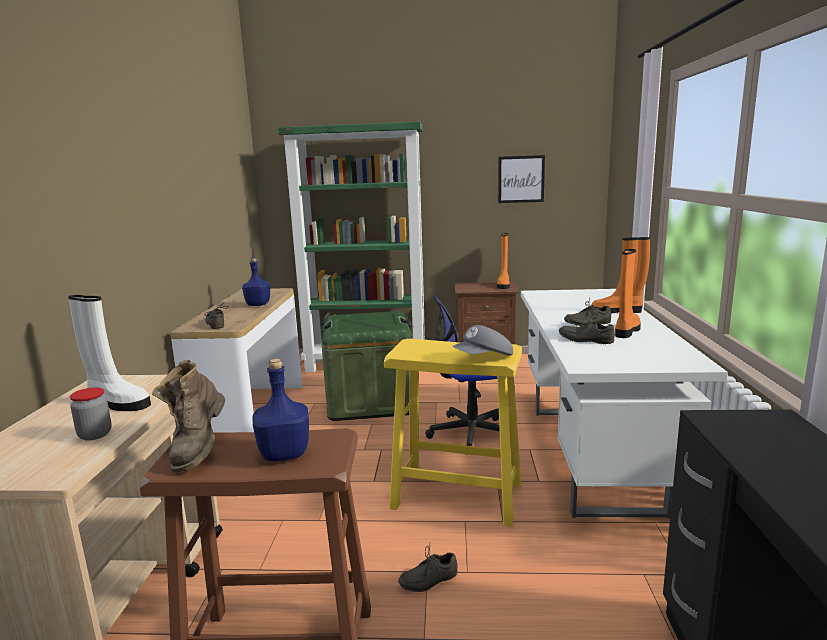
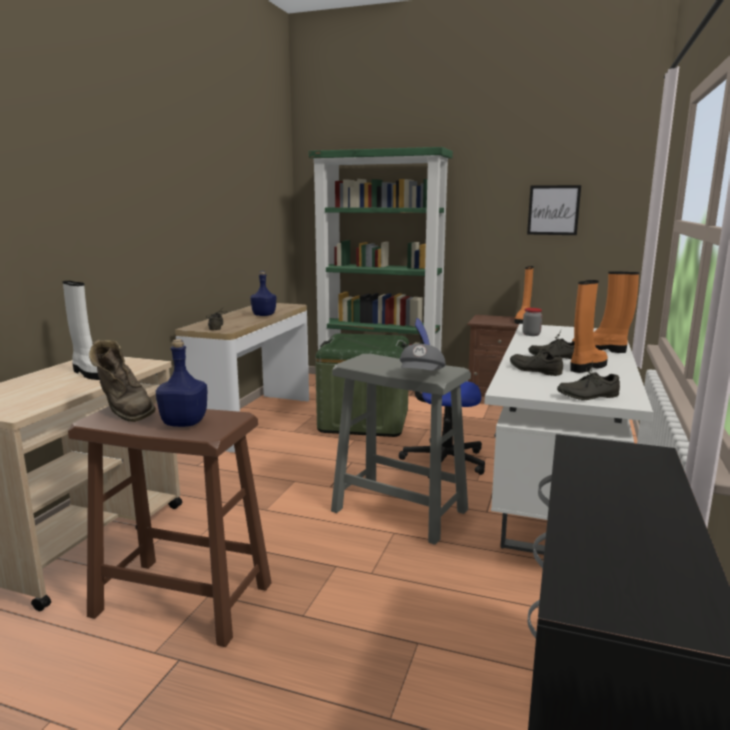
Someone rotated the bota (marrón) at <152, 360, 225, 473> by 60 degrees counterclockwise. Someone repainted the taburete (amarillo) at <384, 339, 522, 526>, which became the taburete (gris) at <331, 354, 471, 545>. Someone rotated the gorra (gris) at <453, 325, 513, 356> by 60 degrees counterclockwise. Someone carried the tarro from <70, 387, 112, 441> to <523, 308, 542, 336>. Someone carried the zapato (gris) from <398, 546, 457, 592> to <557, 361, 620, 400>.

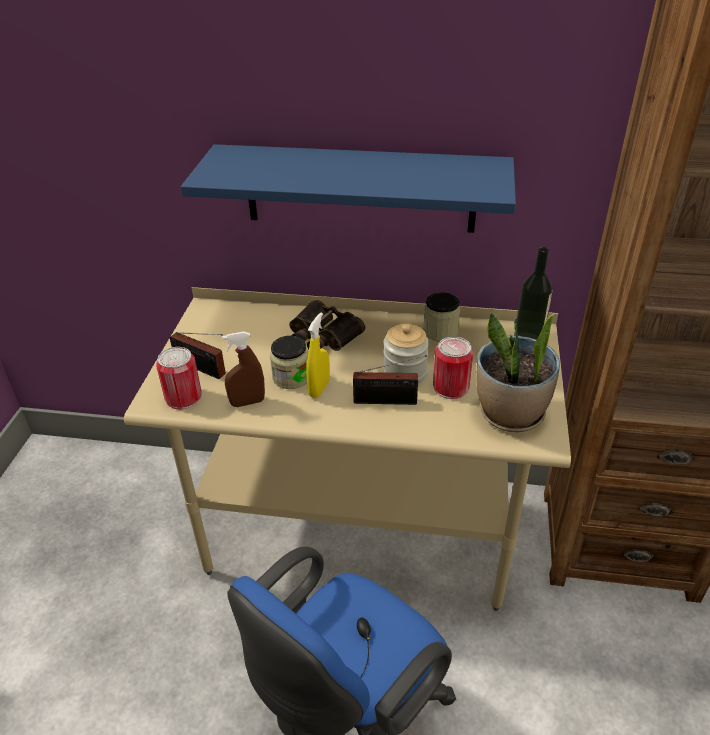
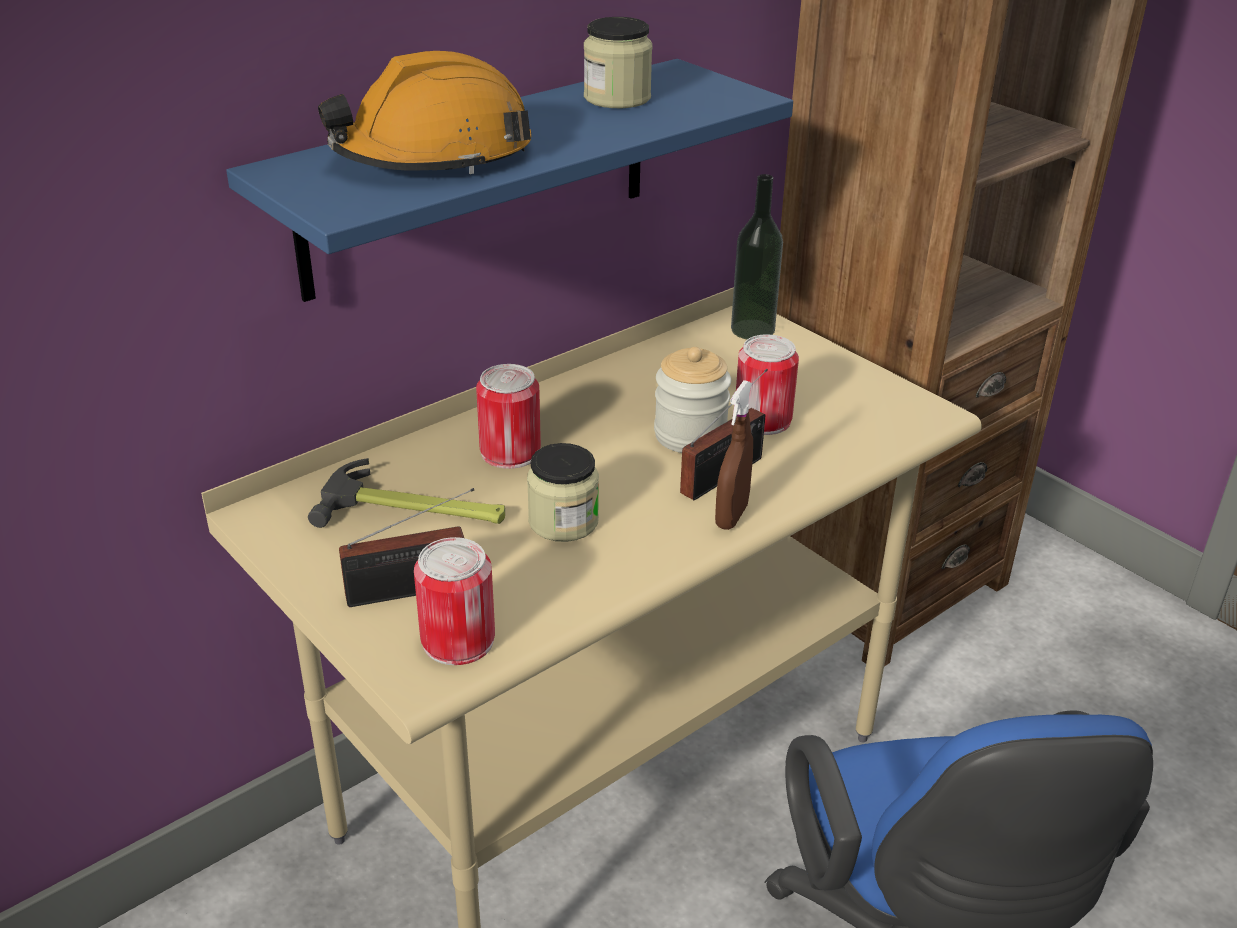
Someone put down the martillo at <308, 458, 505, 528>. Someone put down the casco (naranja) at <318, 51, 531, 174>. Someone swapped the prismáticos at <289, 300, 366, 351> for the lata at <476, 364, 541, 469>. Someone carried the tarro from <423, 292, 460, 341> to <584, 17, 653, 108>. Someone carried the pulverizador (marrón) from <222, 331, 265, 407> to <715, 380, 753, 530>. Someone took away the pulverizador (amarillo) at <306, 312, 330, 398>. Someone took away the planta en maceta at <476, 313, 560, 432>.

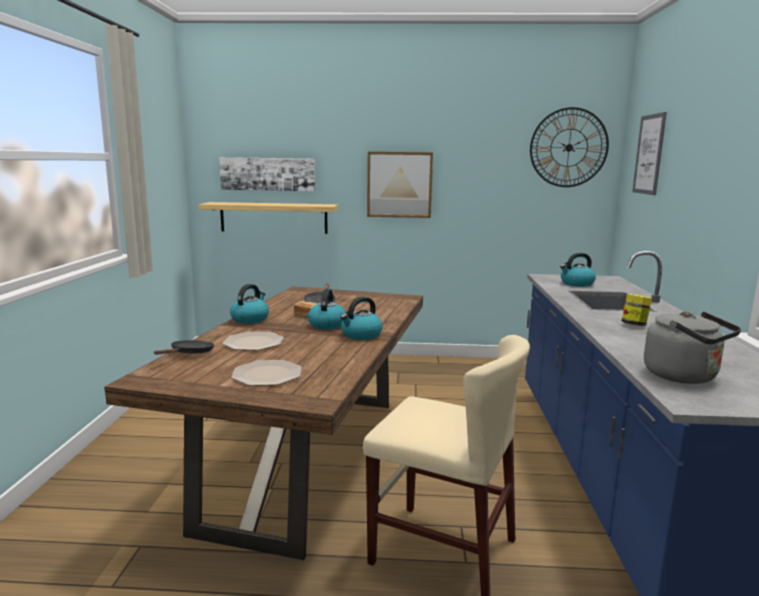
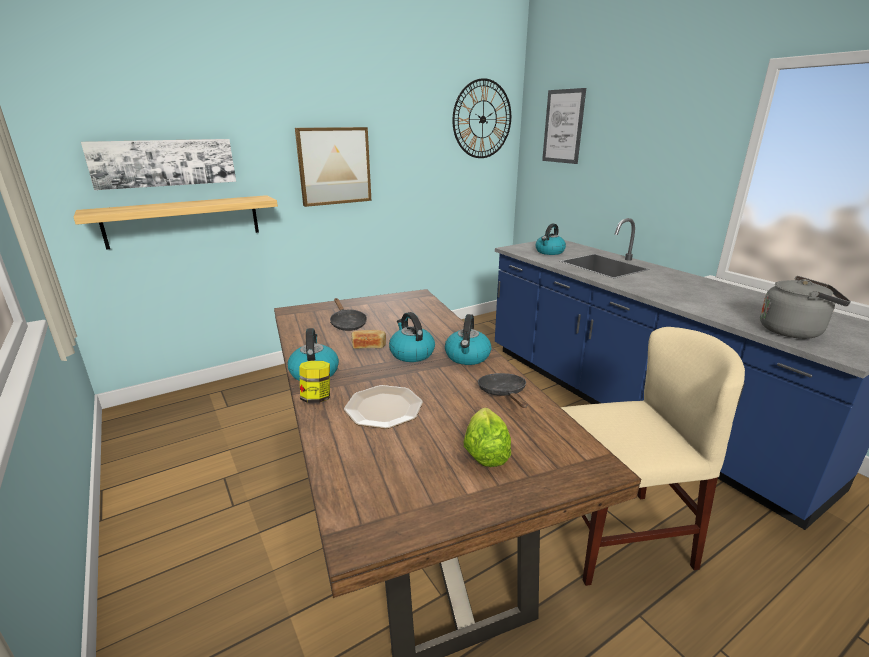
Someone carried the tarro from <621, 294, 652, 326> to <299, 361, 330, 403>. Someone swapped the plato at <231, 360, 302, 386> for the lechuga at <464, 408, 511, 467>. Someone carried the sartén (negro) from <154, 340, 214, 355> to <478, 373, 527, 408>.

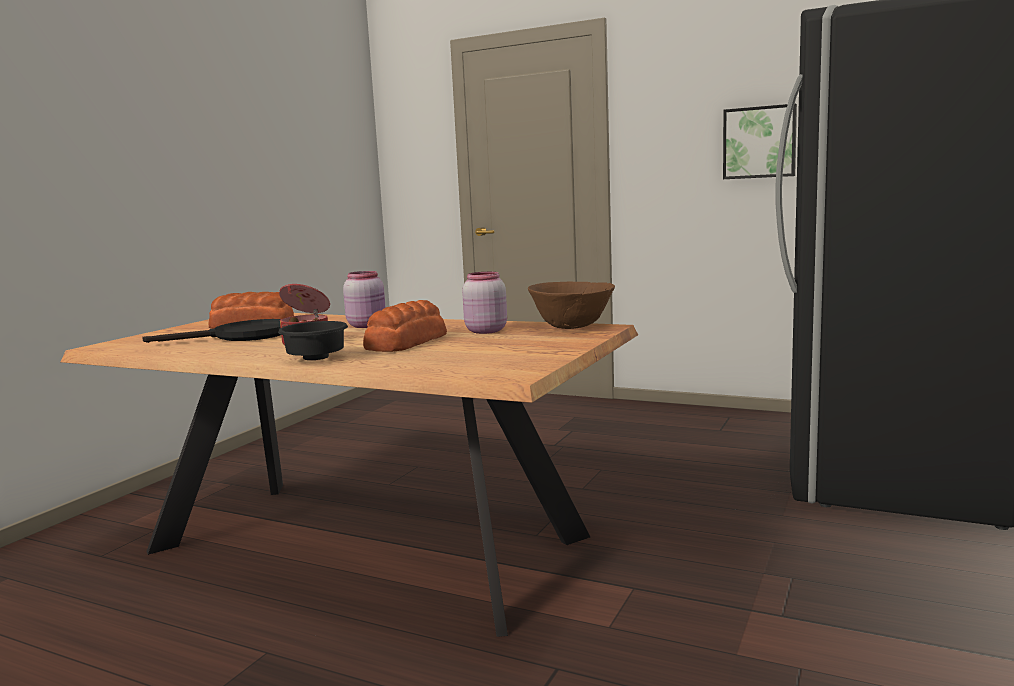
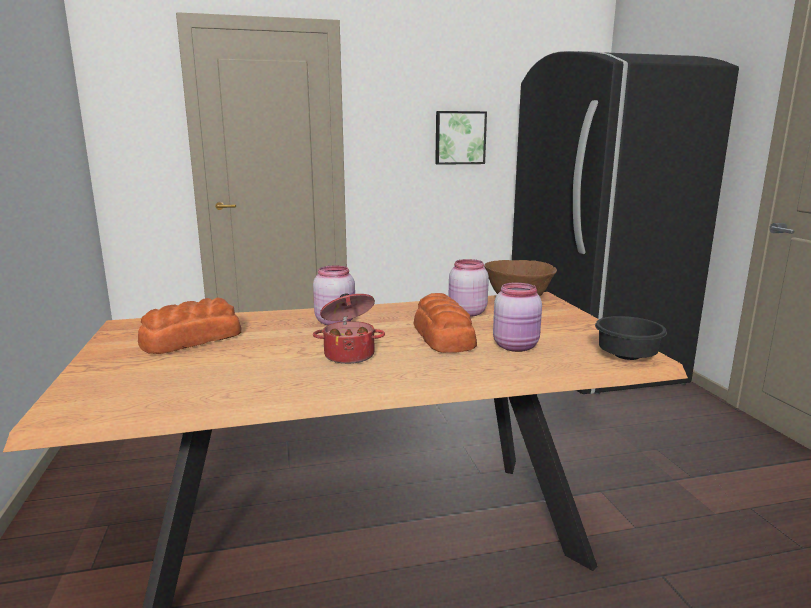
Someone put down the tarro (rosa) at <493, 282, 542, 352>. Someone carried the cuenco (negro) from <278, 321, 348, 360> to <595, 316, 667, 360>. Someone took away the sartén (negro) at <142, 319, 281, 343>.

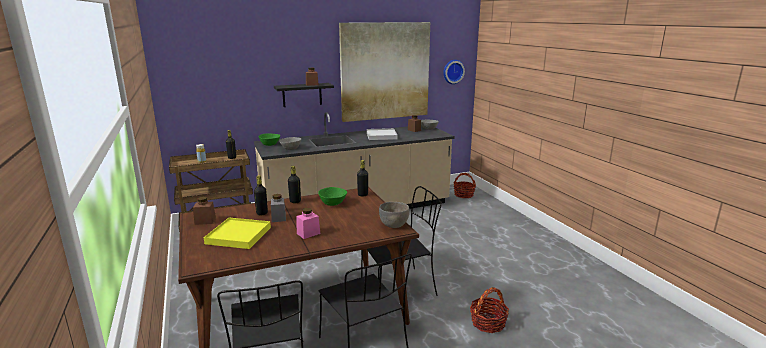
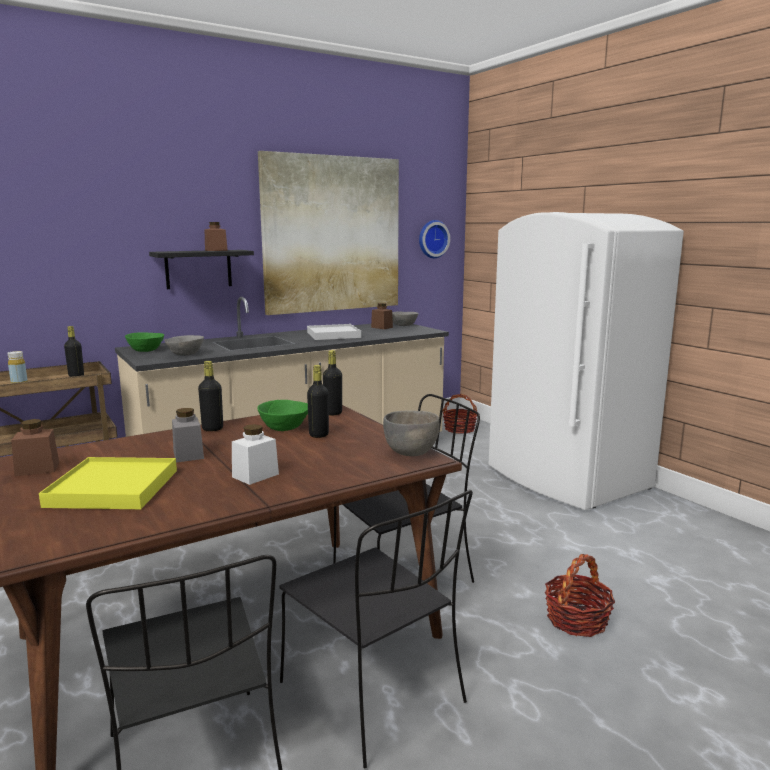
Someone repainted the tarro (rosa) at <296, 208, 320, 239>, which became the tarro (blanco) at <232, 424, 279, 485>. Someone carried the botella (negro) from <254, 175, 268, 215> to <307, 365, 329, 438>. Someone put down the nevera (blanco) at <489, 212, 684, 510>.

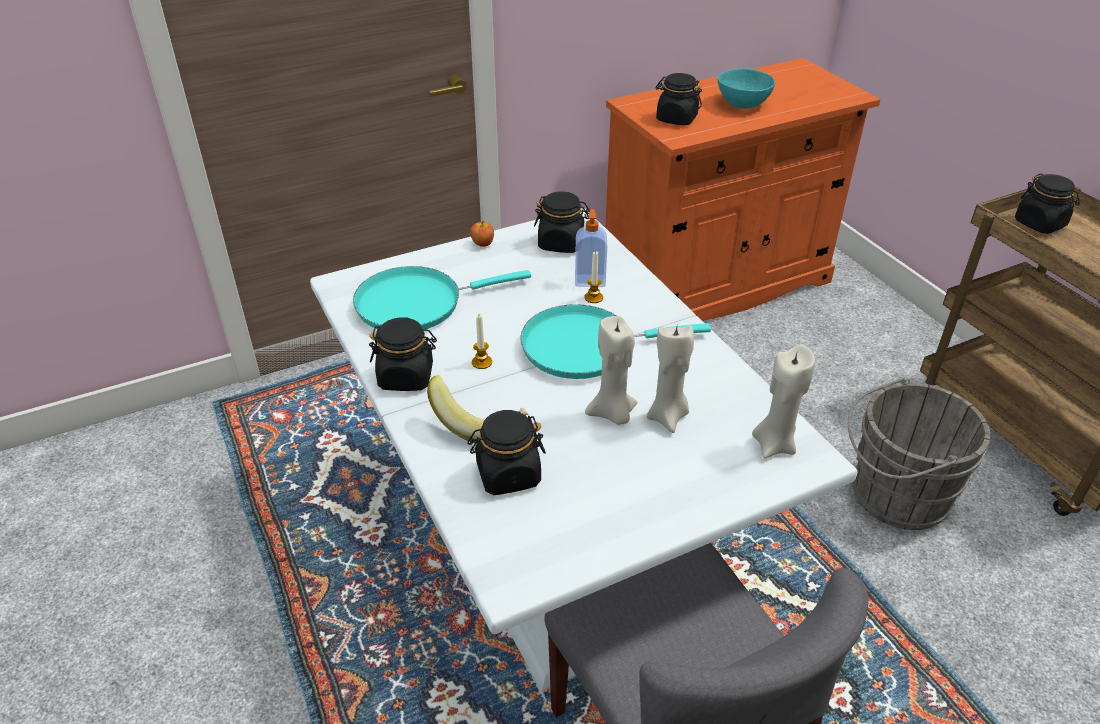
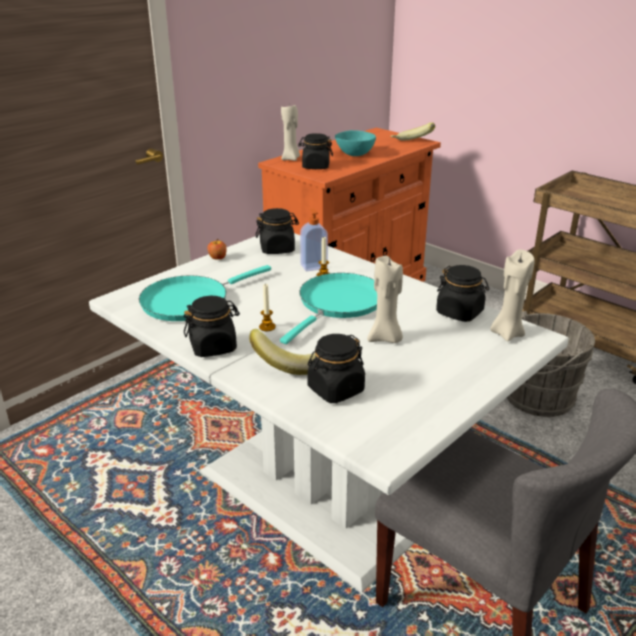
Someone rotated the sartén (turquesa) at <520, 304, 711, 379> by 150 degrees clockwise. Someone carried the vela (beis) from <647, 325, 694, 433> to <281, 104, 300, 161>. Someone put down the plátano at <391, 122, 435, 141>. Someone carried the tarro (negro) from <1015, 173, 1080, 234> to <436, 265, 489, 322>.

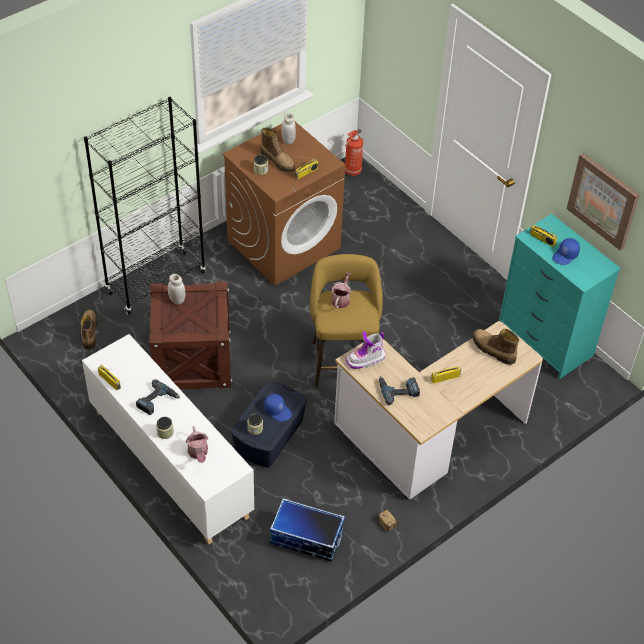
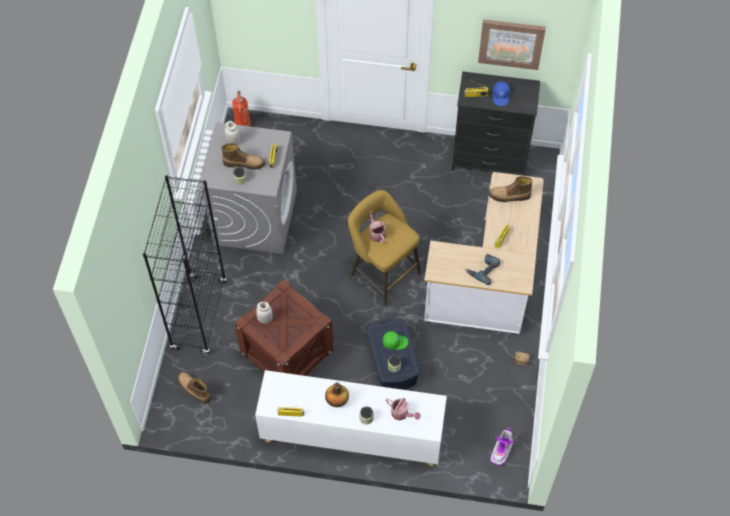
Someone repainted the lavadora (marrón) at <223, 122, 345, 286>, which became the lavadora (gris) at <199, 122, 297, 254>. Someone swapped the taladro at <136, 379, 180, 415> for the botella at <325, 382, 349, 407>. Someone repainted the gorra (azul) at <264, 394, 292, 422>, which became the gorra (verde) at <383, 331, 408, 350>. Someone repainted the cómoda (turquesa) at <499, 214, 621, 379>, which became the cómoda (negro) at <452, 71, 540, 176>. Someone carried the bota from <346, 331, 385, 369> to <490, 428, 513, 466>. Someone took away the caja de almacenaje at <270, 498, 345, 562>.

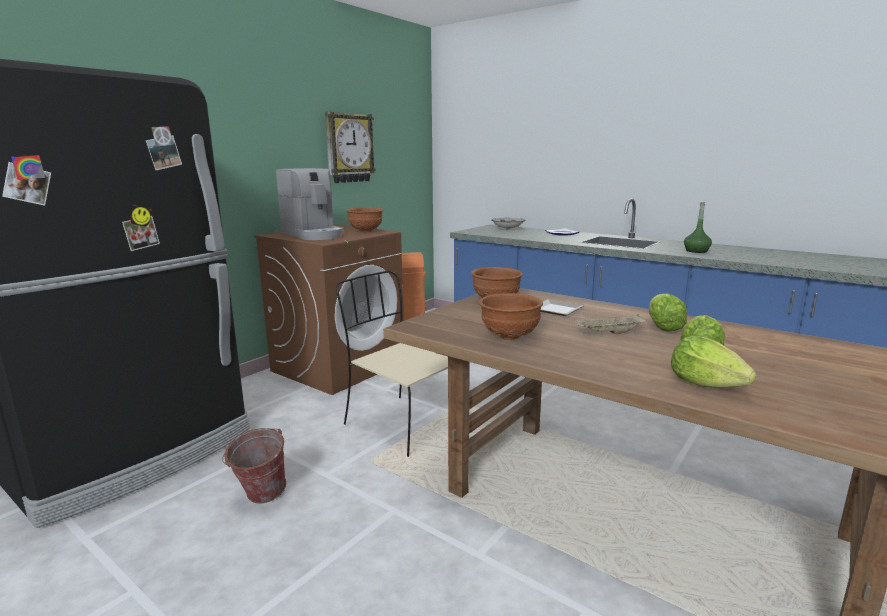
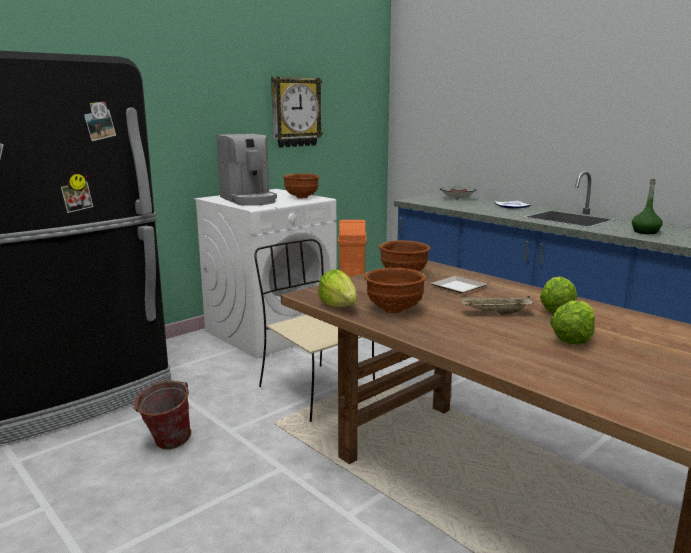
Someone repainted the lavadora (marrón) at <254, 224, 404, 395>, which became the lavadora (blanco) at <194, 189, 337, 358>. Someone carried the lechuga from <671, 336, 756, 388> to <318, 269, 357, 308>.

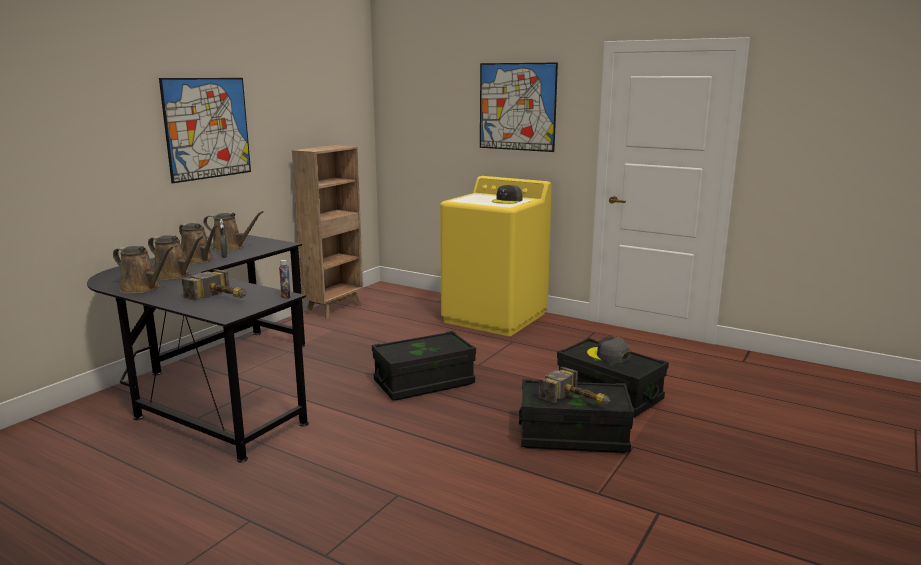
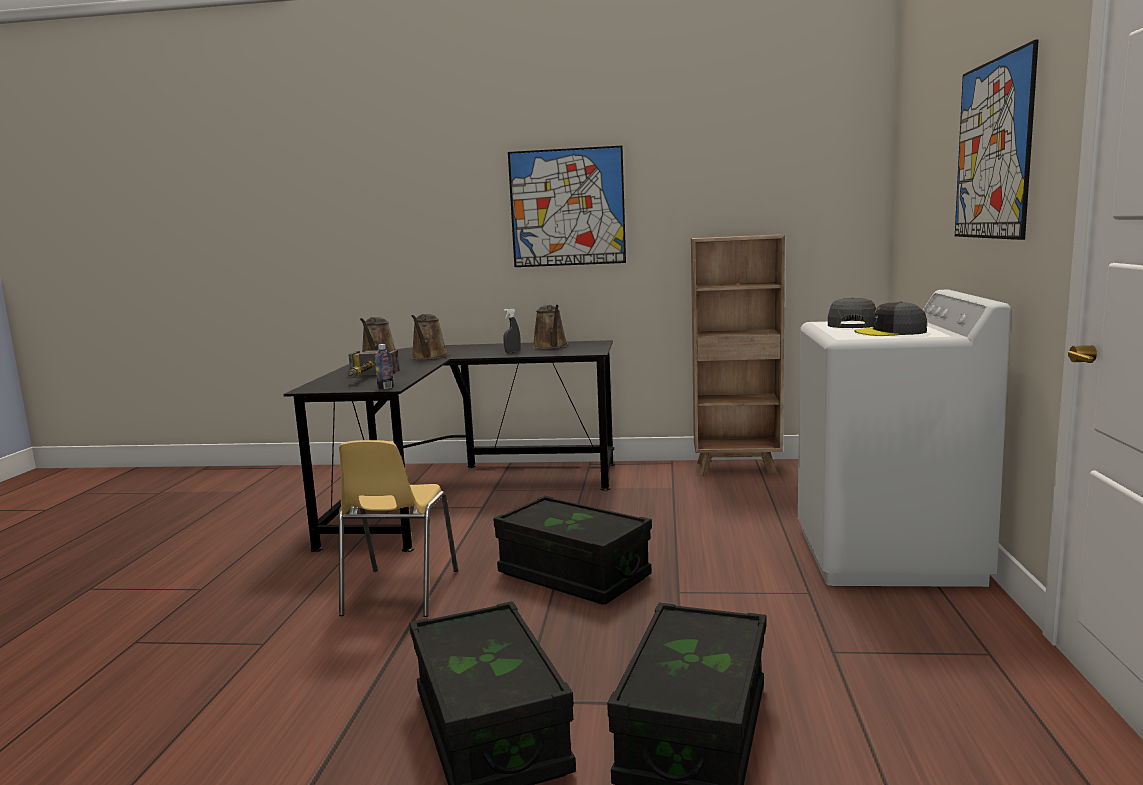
Someone put down the silla (amarillo) at <339, 440, 458, 617>. Someone repainted the lavadora (amarillo) at <440, 176, 552, 336>, which became the lavadora (blanco) at <798, 289, 1012, 587>. Someone carried the gorra (gris) from <587, 336, 630, 363> to <828, 297, 876, 328>. Someone took away the regadera (marrón) at <179, 223, 217, 264>. Someone took away the martillo at <539, 367, 610, 404>.

